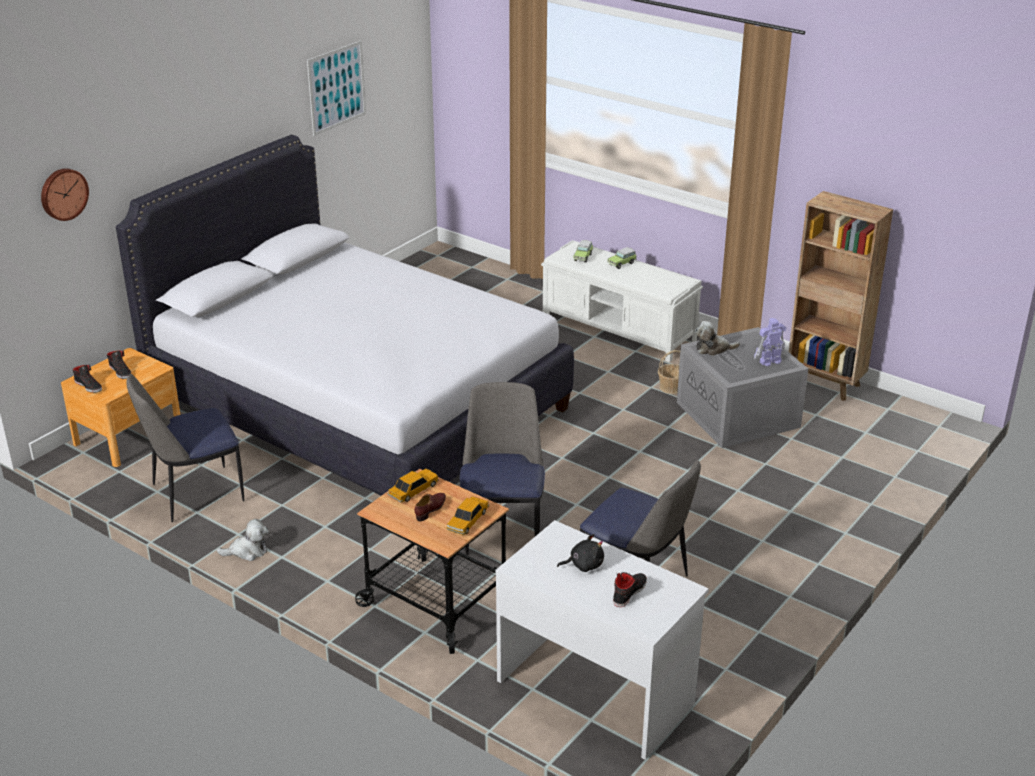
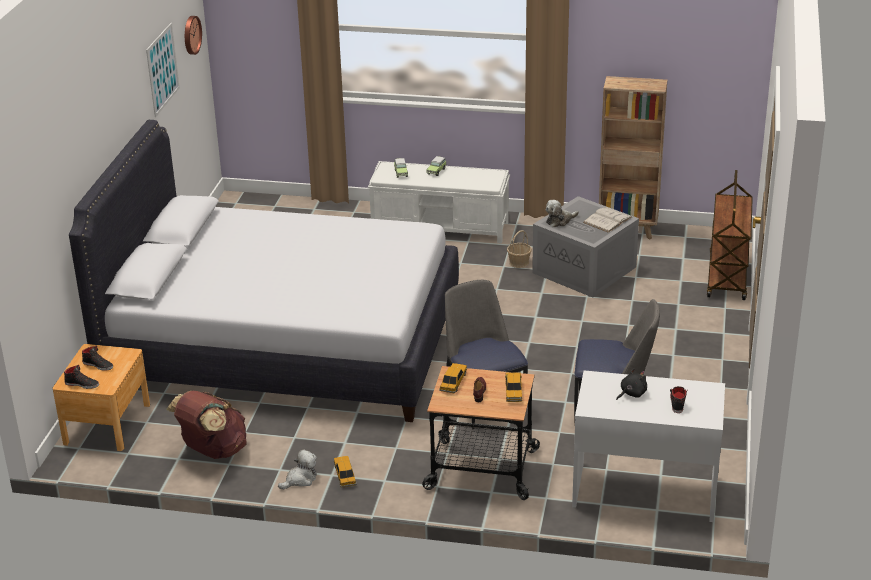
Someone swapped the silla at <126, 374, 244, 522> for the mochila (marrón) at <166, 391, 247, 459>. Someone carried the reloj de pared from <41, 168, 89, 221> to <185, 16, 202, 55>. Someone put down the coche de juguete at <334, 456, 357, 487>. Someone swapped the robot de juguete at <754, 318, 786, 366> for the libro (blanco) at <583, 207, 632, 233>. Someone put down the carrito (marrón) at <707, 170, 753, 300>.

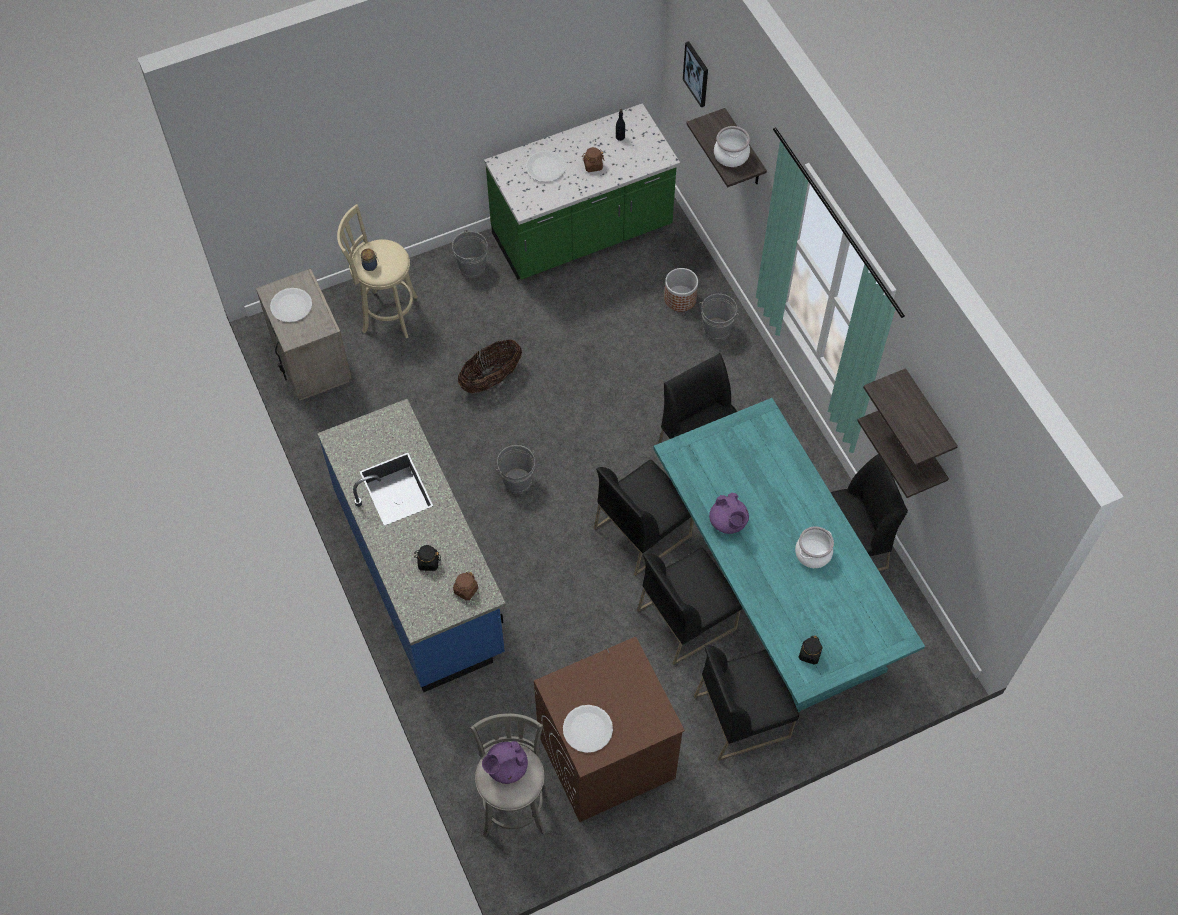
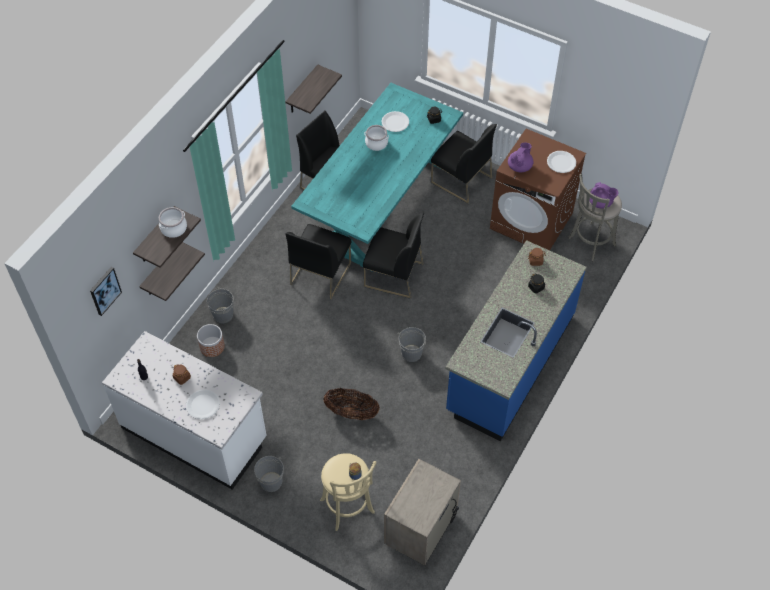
Someone repainted the mueble bajo de cocina (verde) at <484, 103, 680, 280>, which became the mueble bajo de cocina (blanco) at <102, 331, 267, 490>. Someone carried the estante from <863, 368, 958, 466> to <139, 242, 205, 301>. Someone carried the plato (blanco) from <270, 288, 312, 323> to <381, 111, 409, 132>. Someone carried the tetera (morado) from <709, 492, 749, 534> to <508, 143, 533, 172>. Someone took away the silla (negro) at <637, 548, 742, 665>.

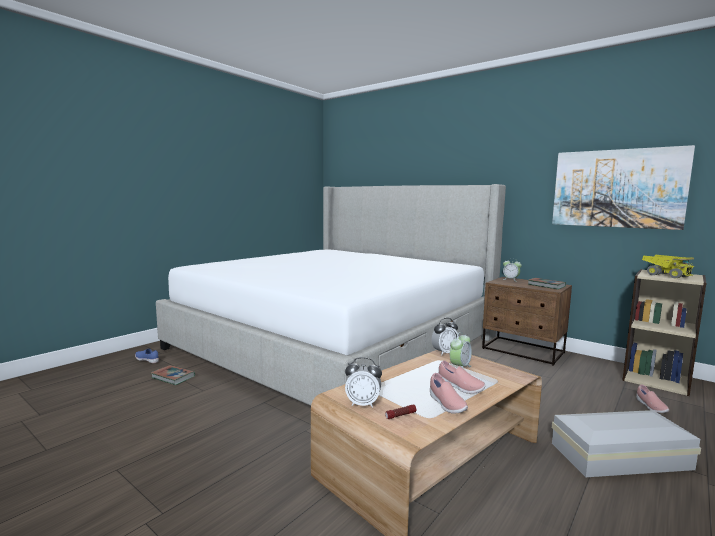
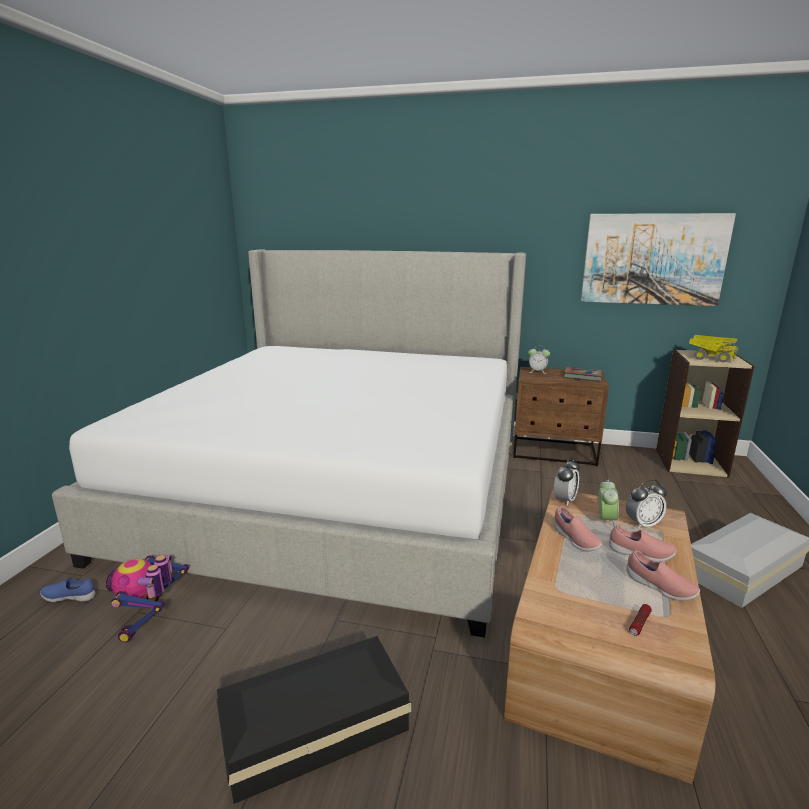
Someone swapped the libro at <151, 365, 195, 385> for the robot de juguete at <106, 555, 189, 643>. Someone put down the caja de almacenaje (negro) at <216, 636, 411, 804>. Someone carried the zapato (rosa) from <636, 384, 669, 413> to <554, 506, 602, 551>. Someone carried the despertador from <345, 357, 382, 408> to <626, 480, 667, 529>.

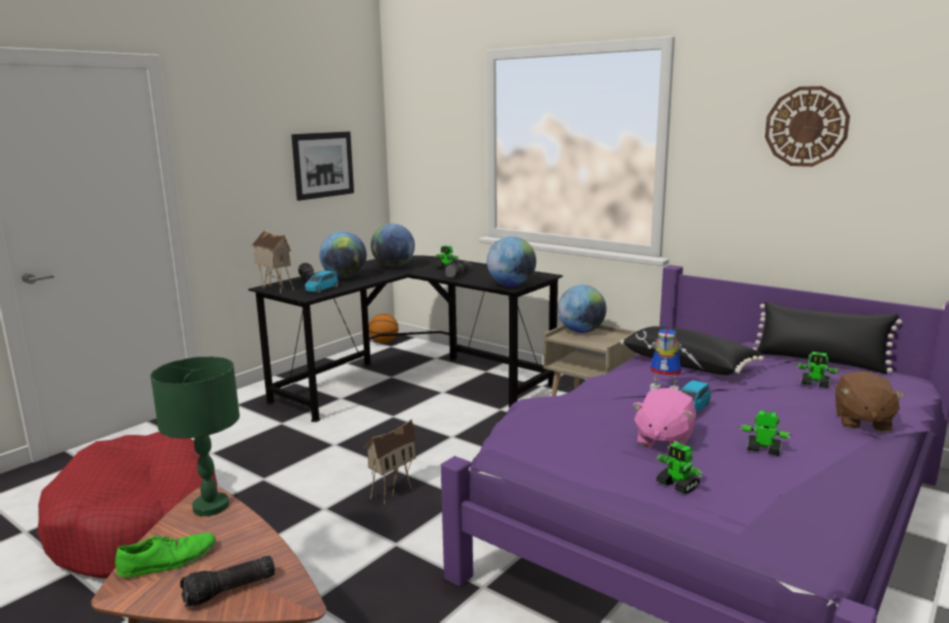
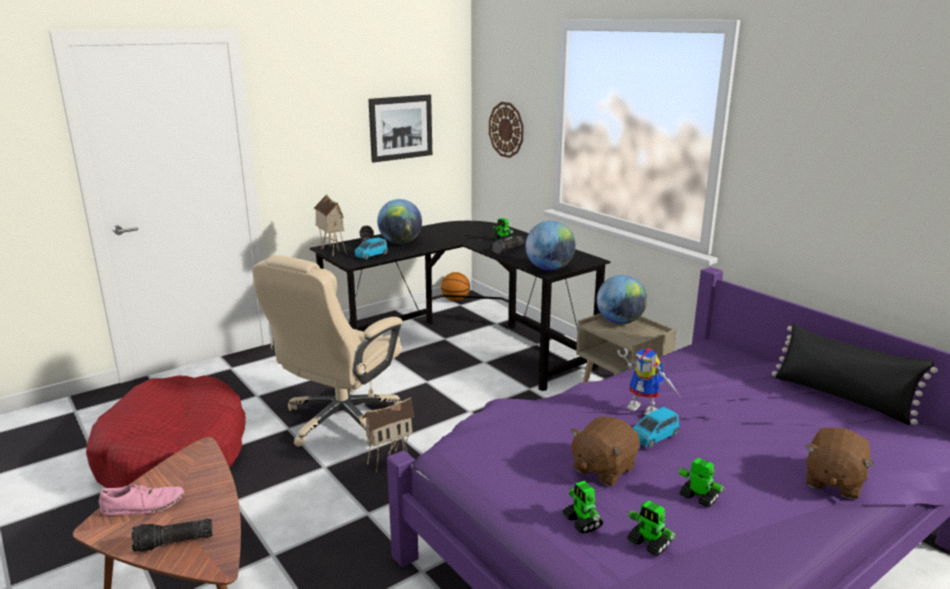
Someone repainted the zapato (verde) at <115, 533, 216, 577>, which became the zapato (rosa) at <99, 484, 184, 515>. Someone put down the silla de oficina (beis) at <252, 255, 402, 447>. Someone carried the reloj de pared from <765, 86, 850, 167> to <489, 102, 524, 158>. Someone repainted the peluche (rosa) at <632, 388, 696, 450>, which became the peluche (marrón) at <570, 417, 640, 486>. Someone carried the robot de juguete from <796, 352, 840, 388> to <627, 500, 677, 556>. Someone took away the lámpara de mesa (verde) at <150, 356, 240, 516>. Someone took away the globo terráqueo at <371, 223, 415, 267>. Someone took away the cojín (negro) at <620, 326, 764, 375>.

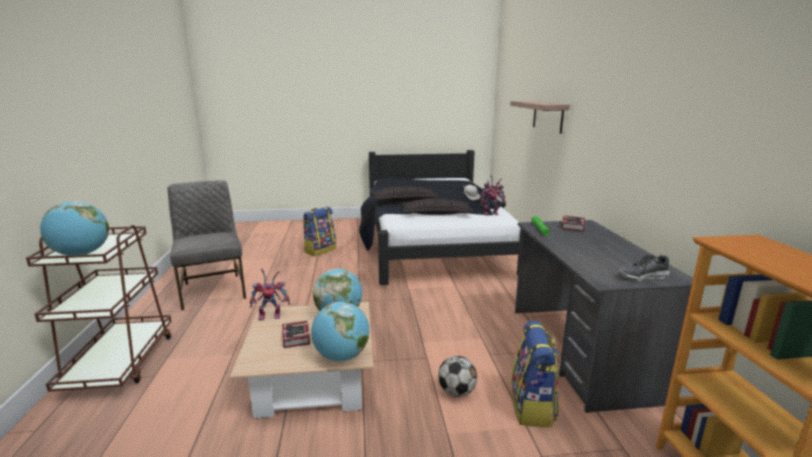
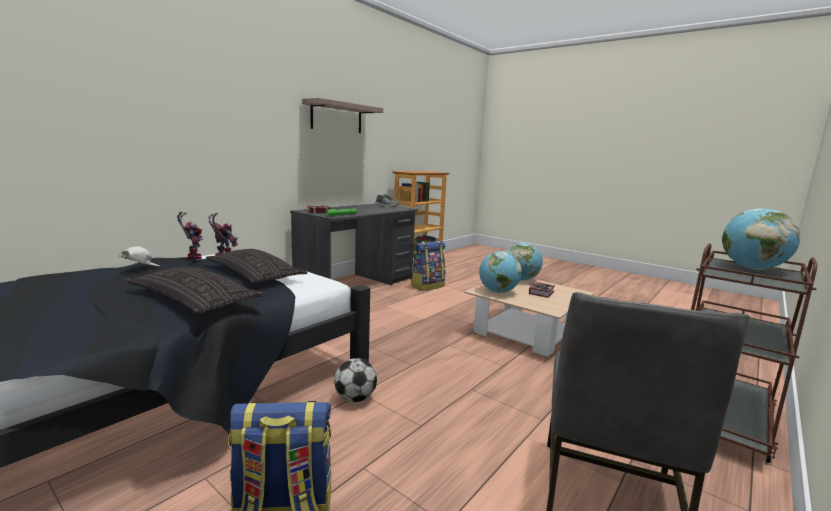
Someone carried the estante from <510, 101, 570, 134> to <302, 98, 383, 133>. Someone carried the balón de fútbol from <438, 356, 477, 397> to <334, 358, 377, 402>. Someone took away the robot de juguete at <250, 268, 290, 321>.

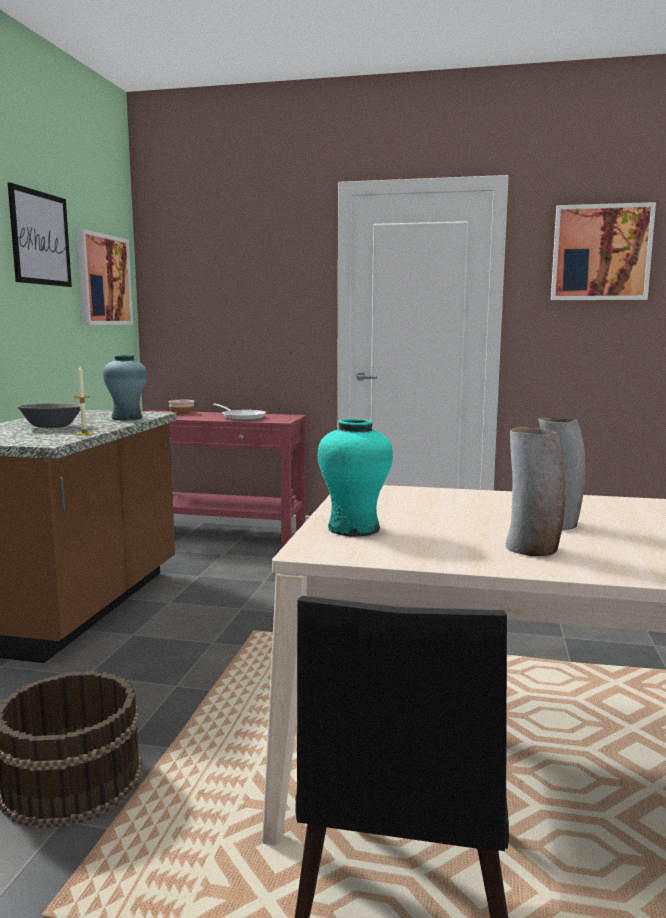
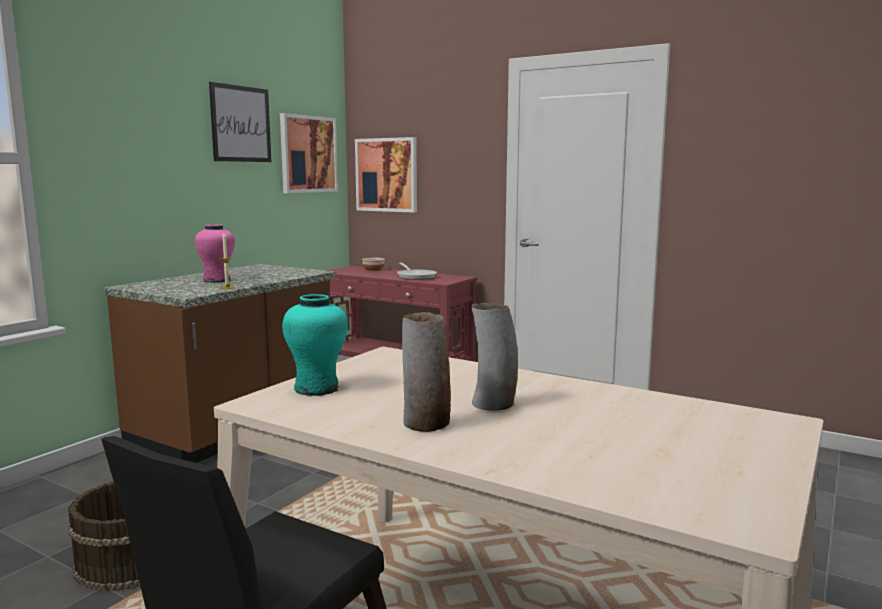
Someone swapped the cuenco (gris) at <17, 403, 80, 428> for the florero (rosa) at <195, 224, 235, 283>. Someone carried the cuadro from <551, 202, 656, 300> to <355, 137, 417, 213>. Someone took away the florero (turquesa) at <103, 354, 147, 420>.

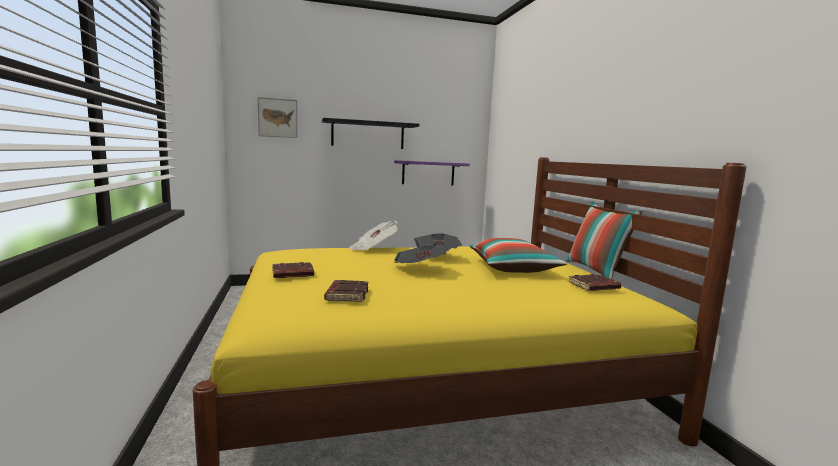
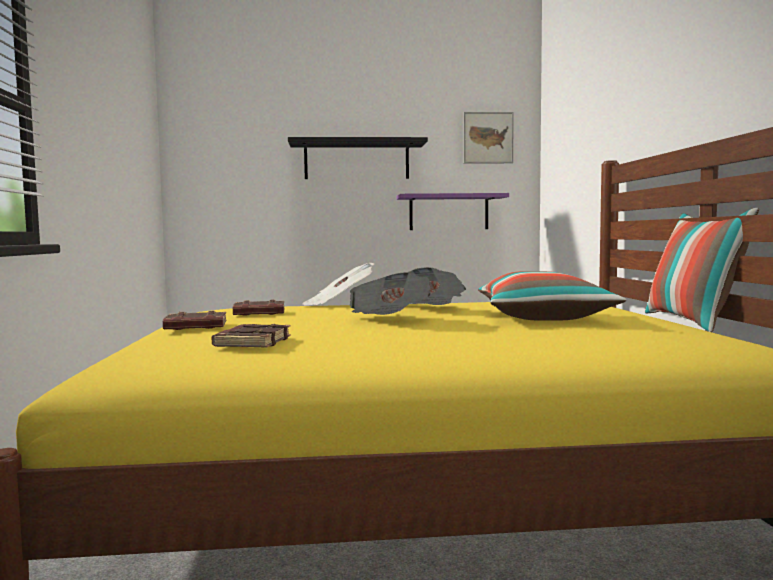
Someone carried the libro (marrón) from <568, 274, 621, 291> to <233, 299, 285, 316>. Someone carried the cuadro from <258, 97, 298, 138> to <463, 112, 514, 163>.

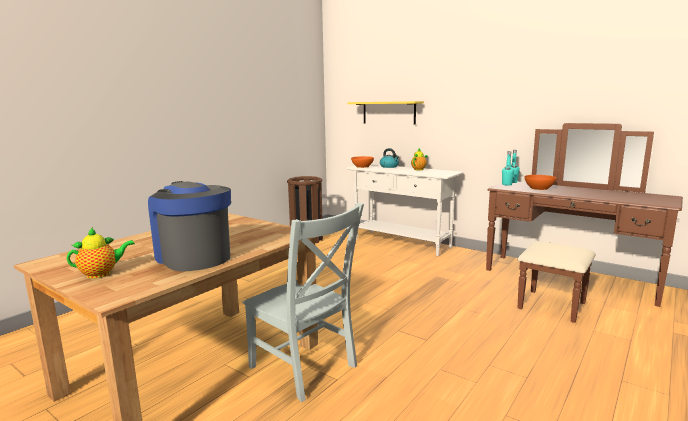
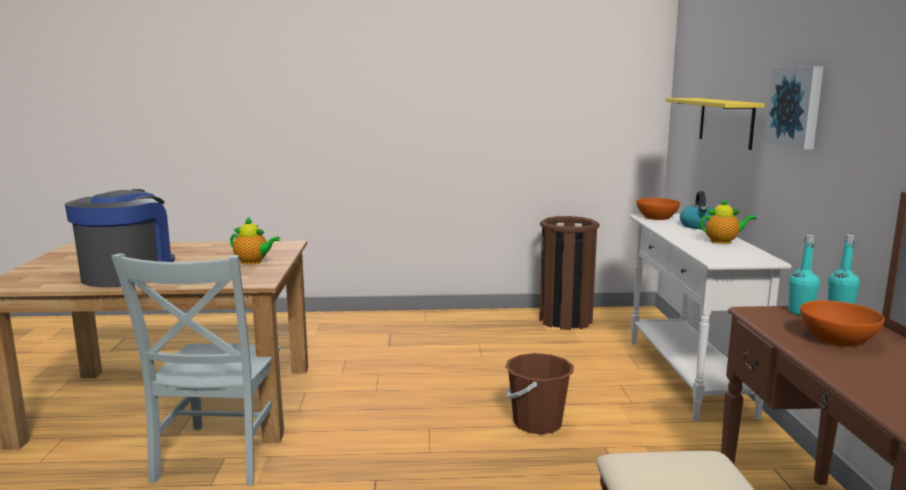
Someone carried the tetera from <66, 227, 135, 279> to <230, 217, 281, 265>. Someone put down the cubo (marrón) at <505, 353, 574, 434>. Someone put up the cuadro at <765, 67, 823, 149>.

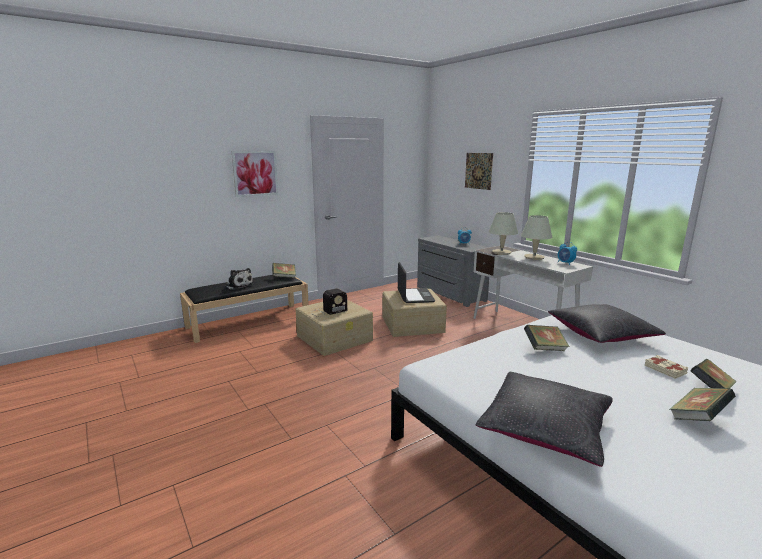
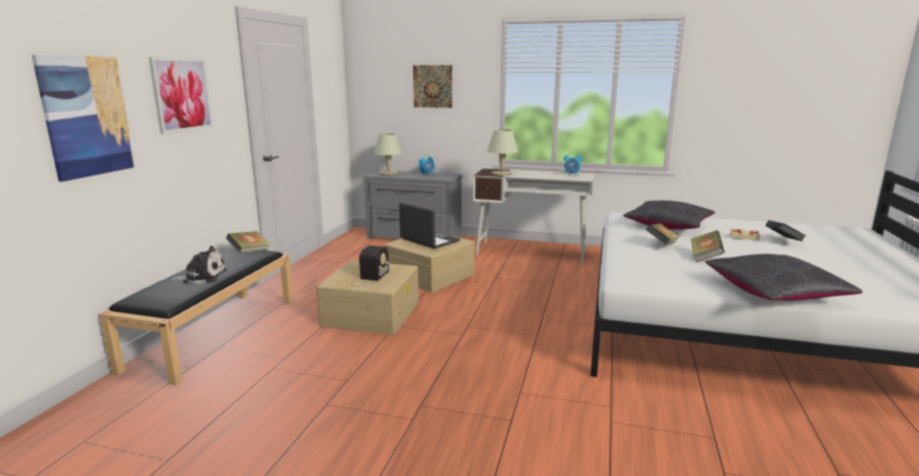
Someone put up the cuadro at <31, 55, 135, 182>. Someone carried the lámpara de mesa (beis) from <521, 215, 553, 260> to <374, 133, 402, 175>. Someone carried the libro from <669, 388, 736, 421> to <691, 230, 725, 262>.

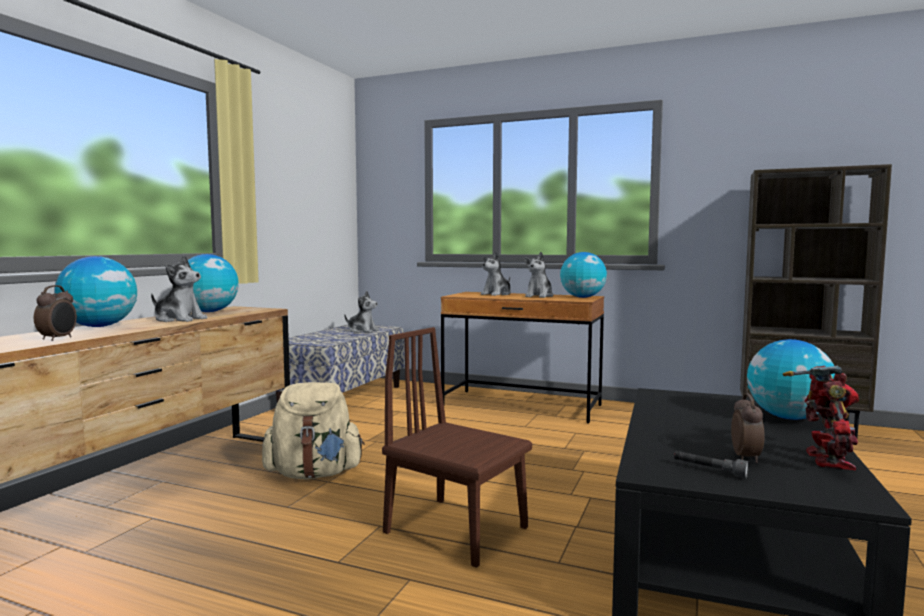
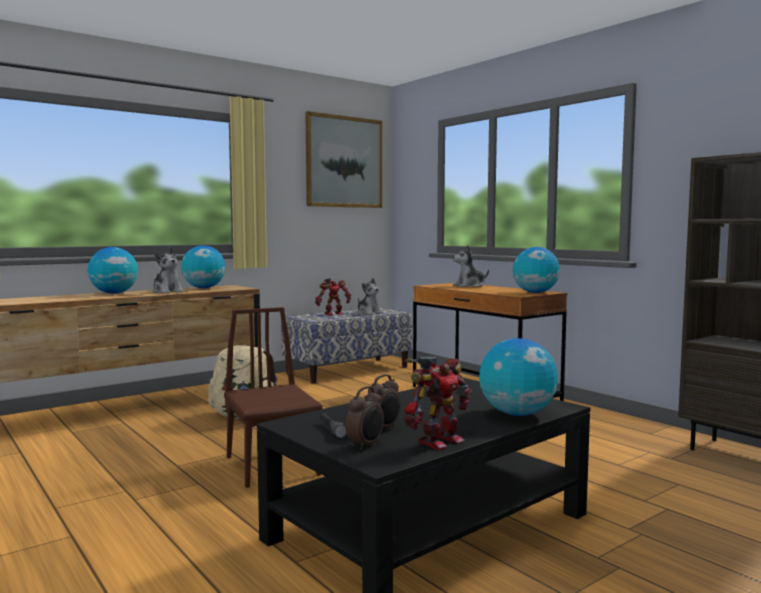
Someone put up the cuadro at <305, 111, 382, 208>. Someone put down the robot de juguete at <315, 278, 351, 316>. Someone carried the despertador from <34, 285, 77, 341> to <346, 386, 384, 450>. Someone took away the peluche at <525, 252, 553, 298>.

